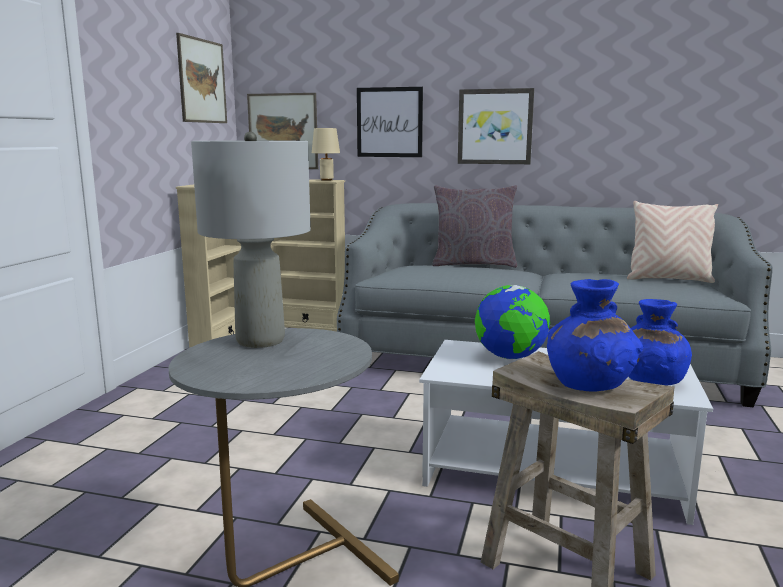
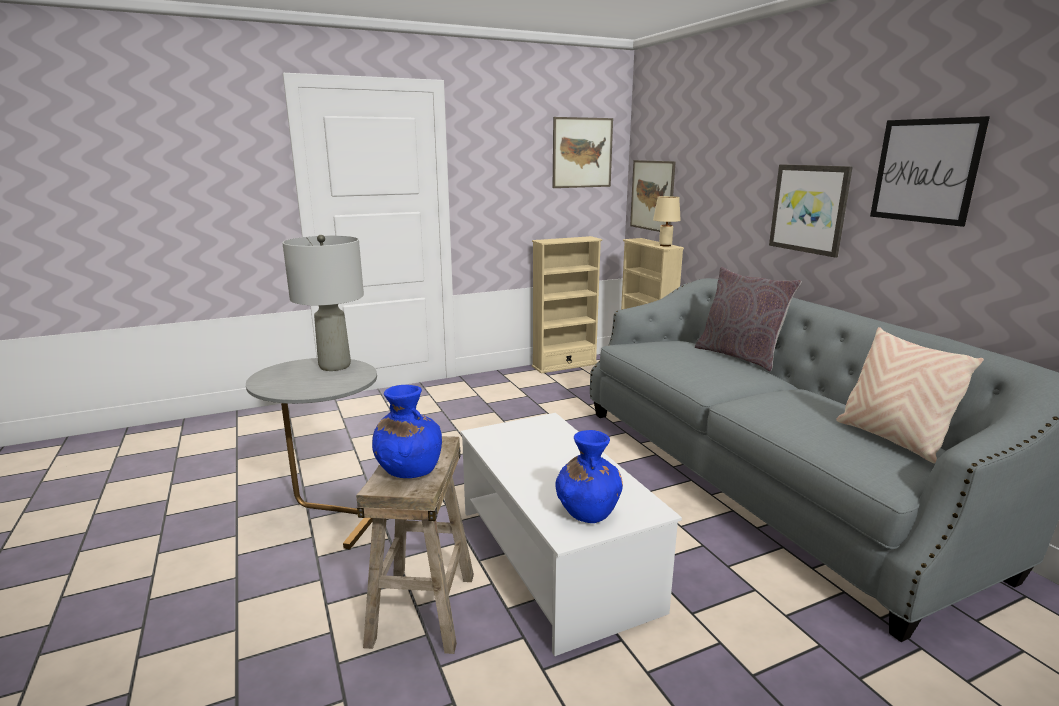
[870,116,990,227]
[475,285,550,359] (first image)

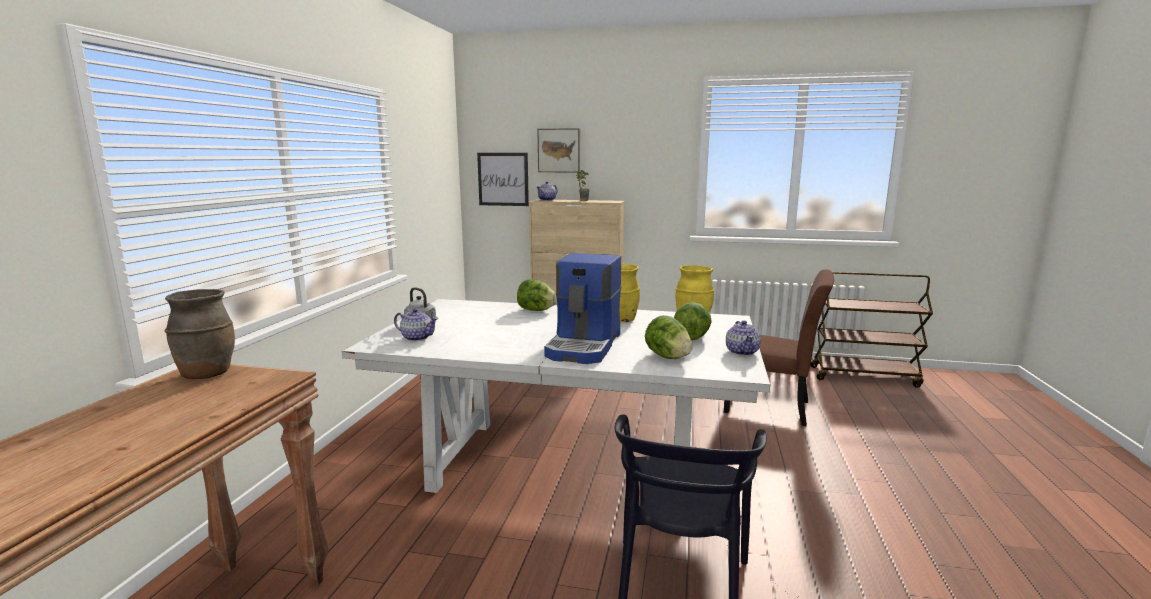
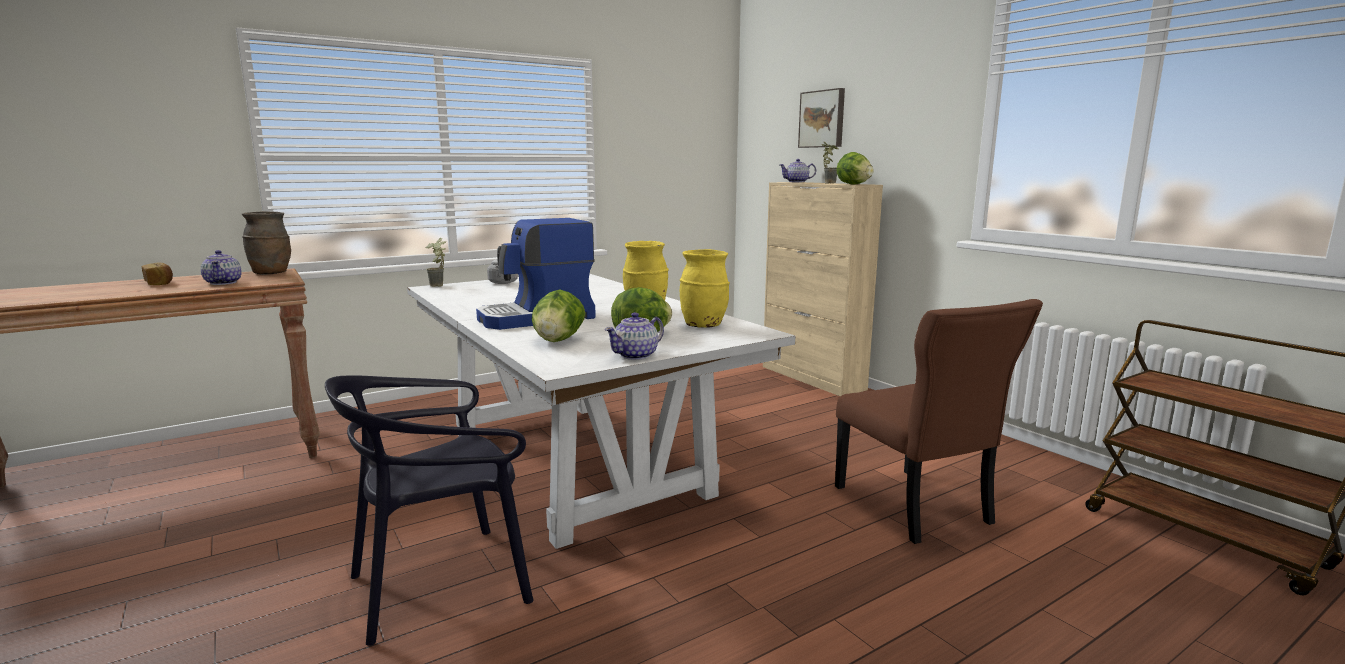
[201,250,241,285]
[477,153,529,206] (first image)
[836,152,874,184]
[142,263,173,285]
[426,238,446,287]

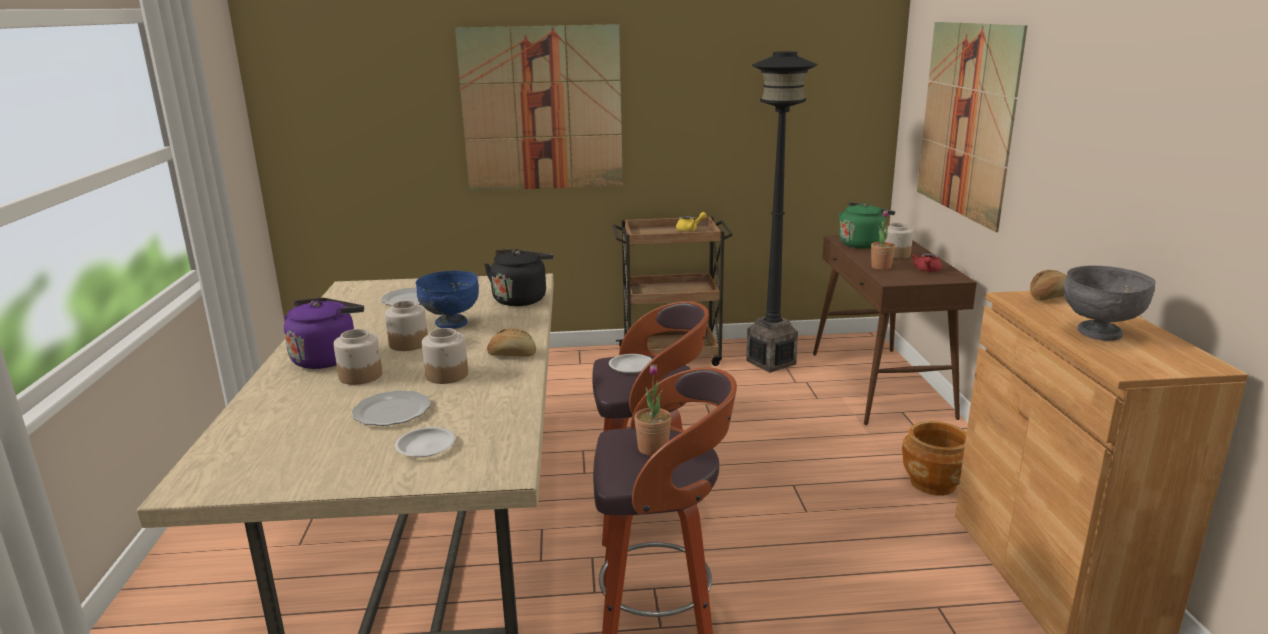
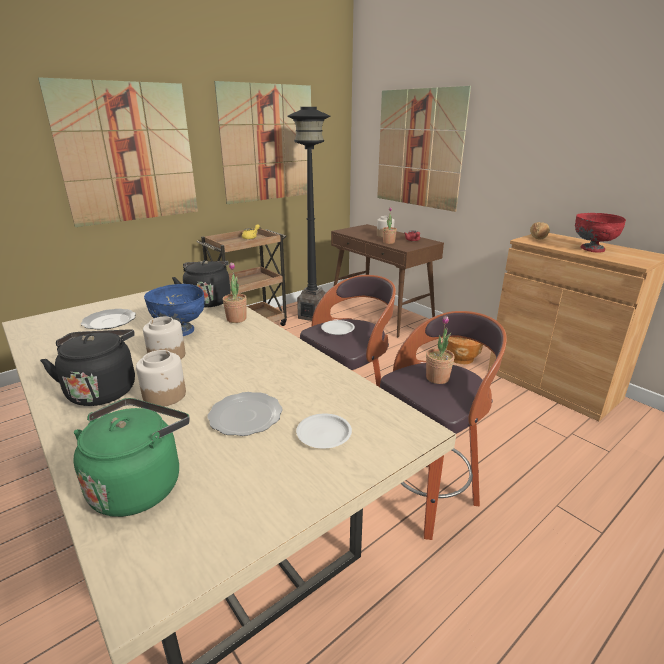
[40,329,135,406]
[422,328,468,384] (first image)
[487,328,536,357] (first image)
[73,398,190,517]
[575,213,626,252]
[214,81,311,204]
[223,262,247,323]

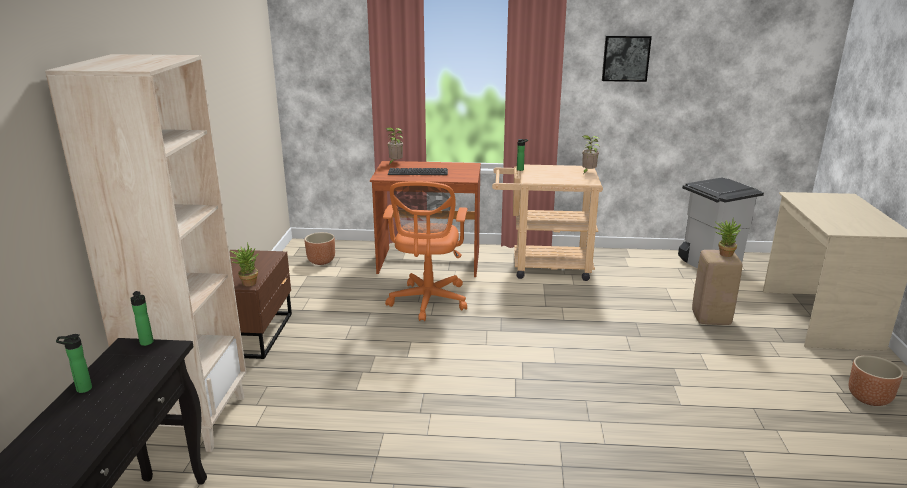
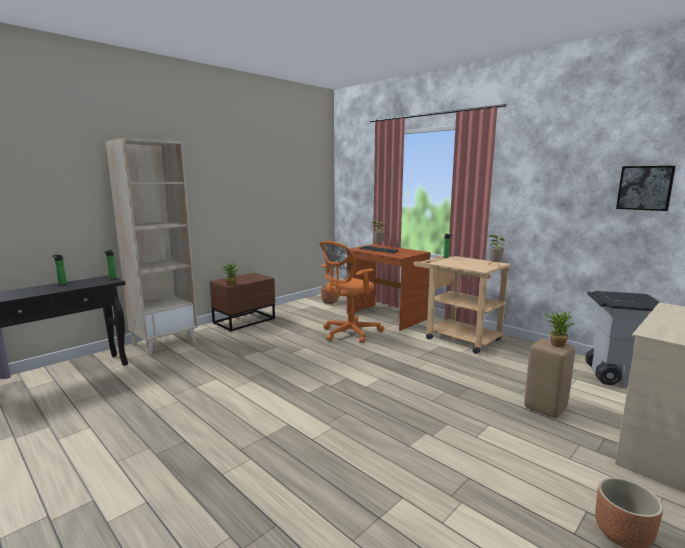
[616,166,676,211]

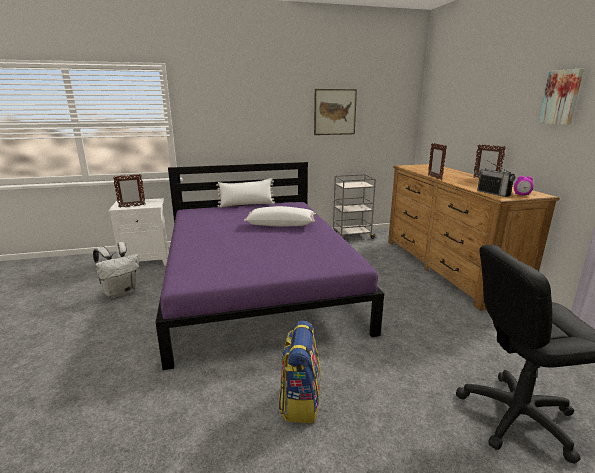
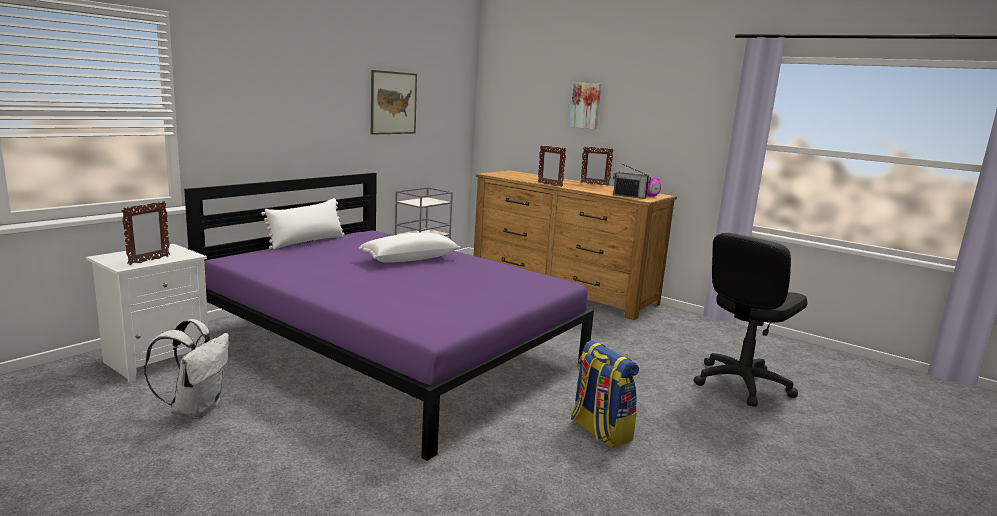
[569,82,601,129]

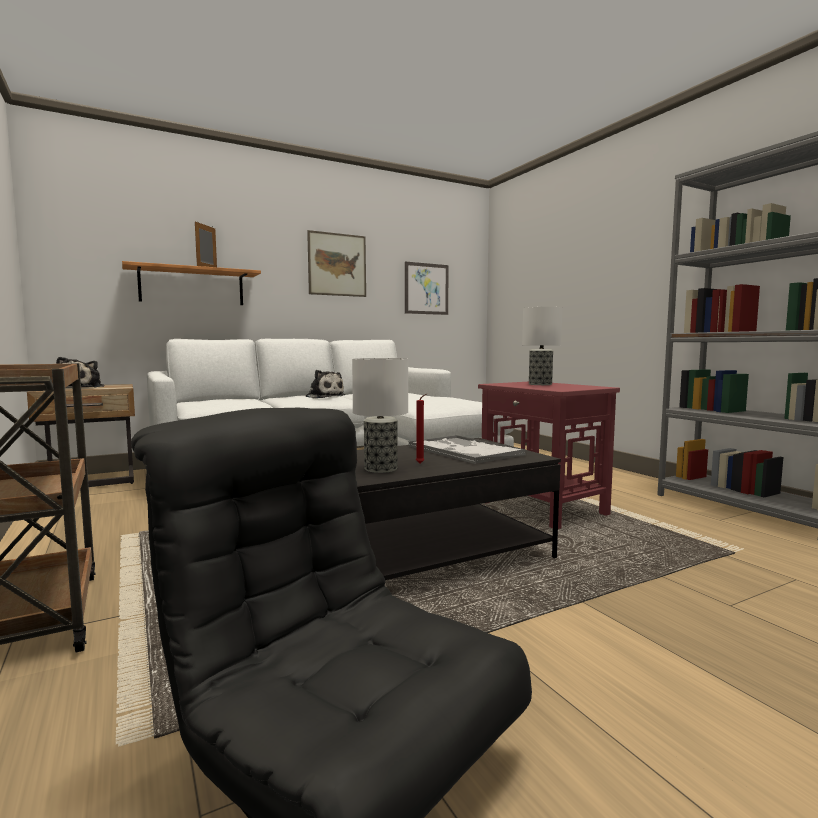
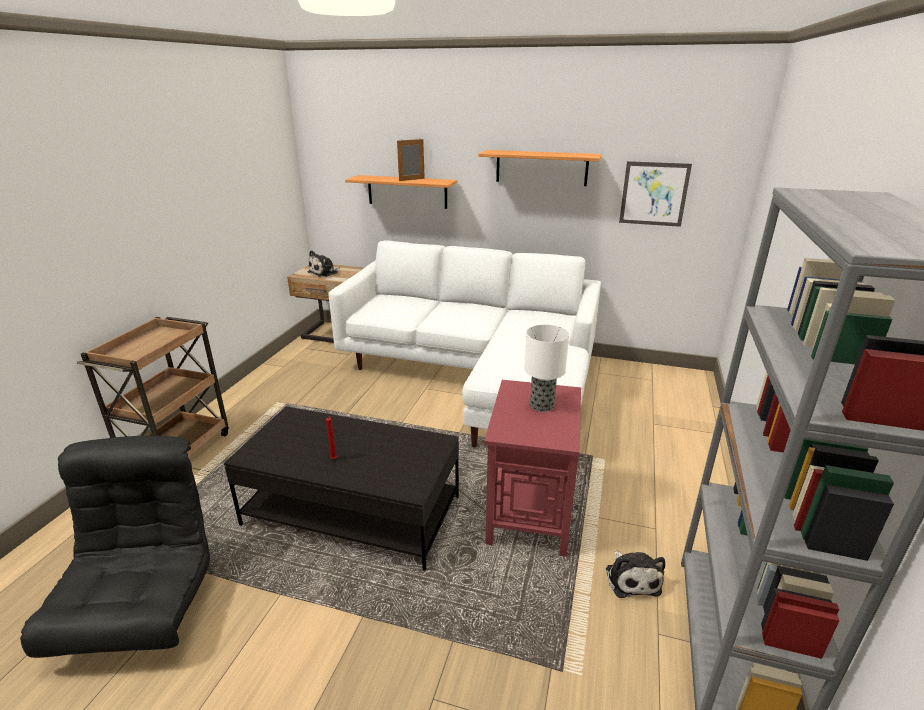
[606,550,665,598]
[478,150,602,186]
[352,358,408,473] (first image)
[408,435,526,464] (first image)

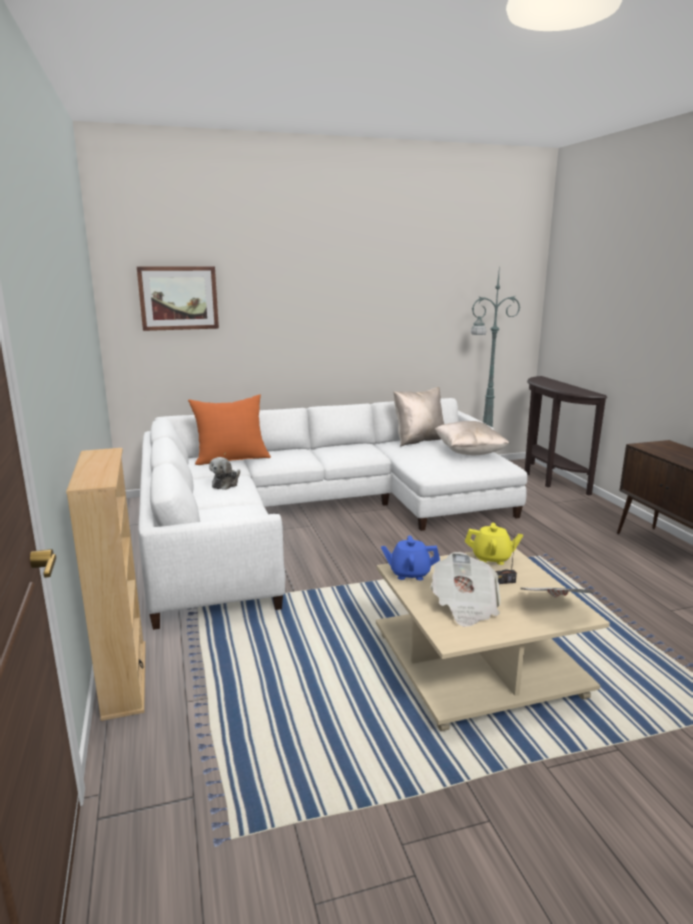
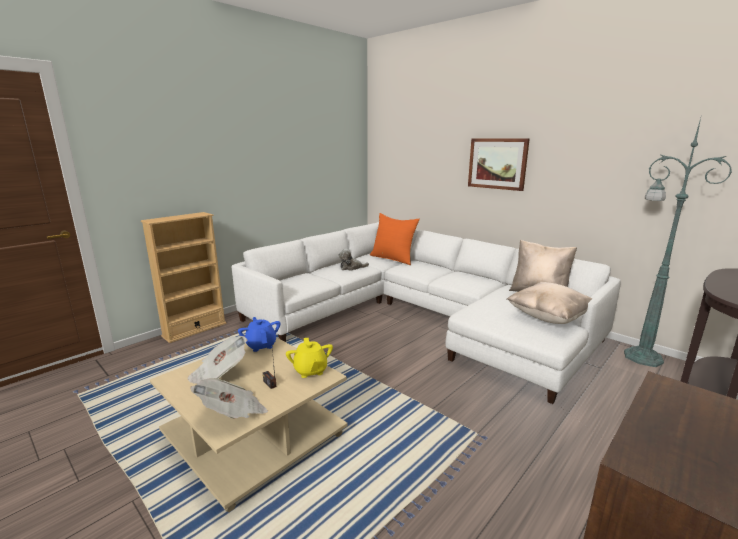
[468,138,530,191]

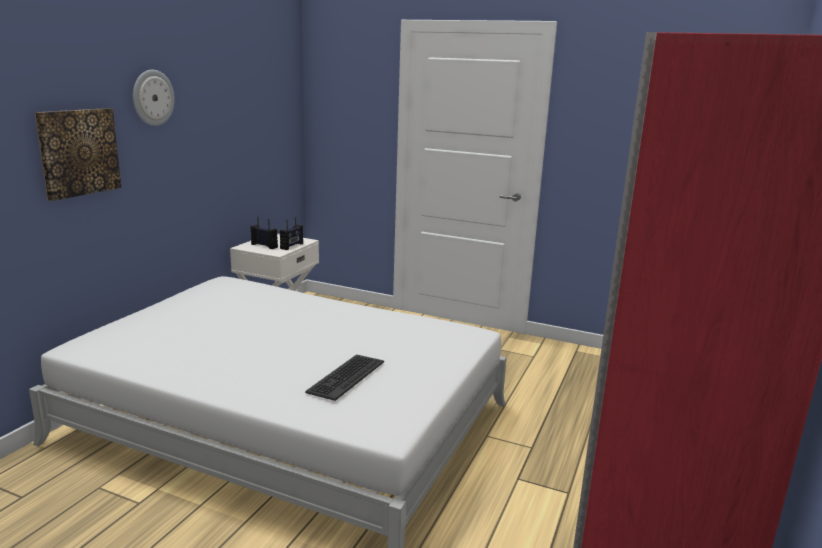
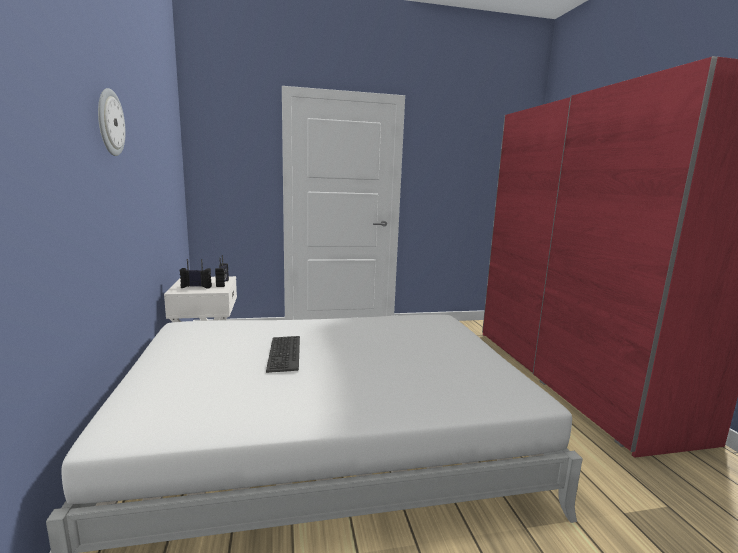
[35,108,121,201] (first image)
[266,336,300,373]

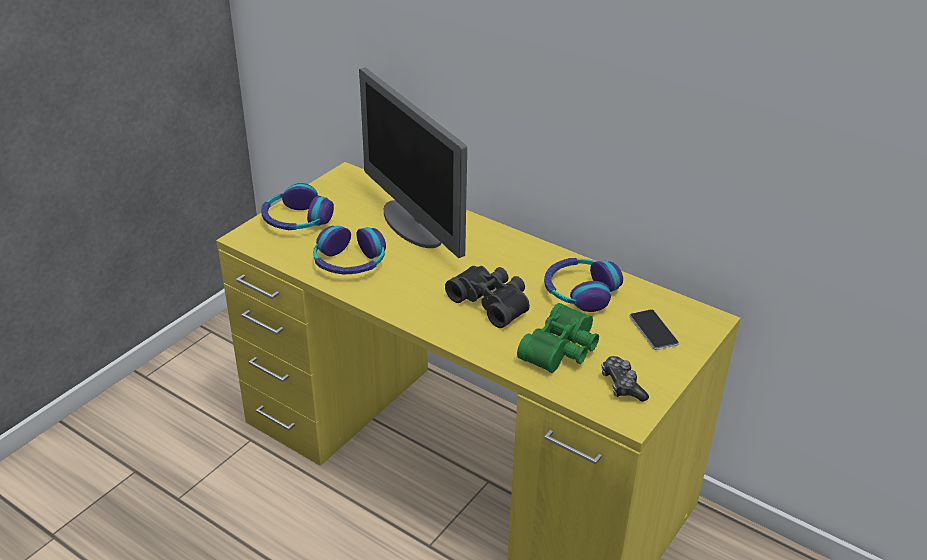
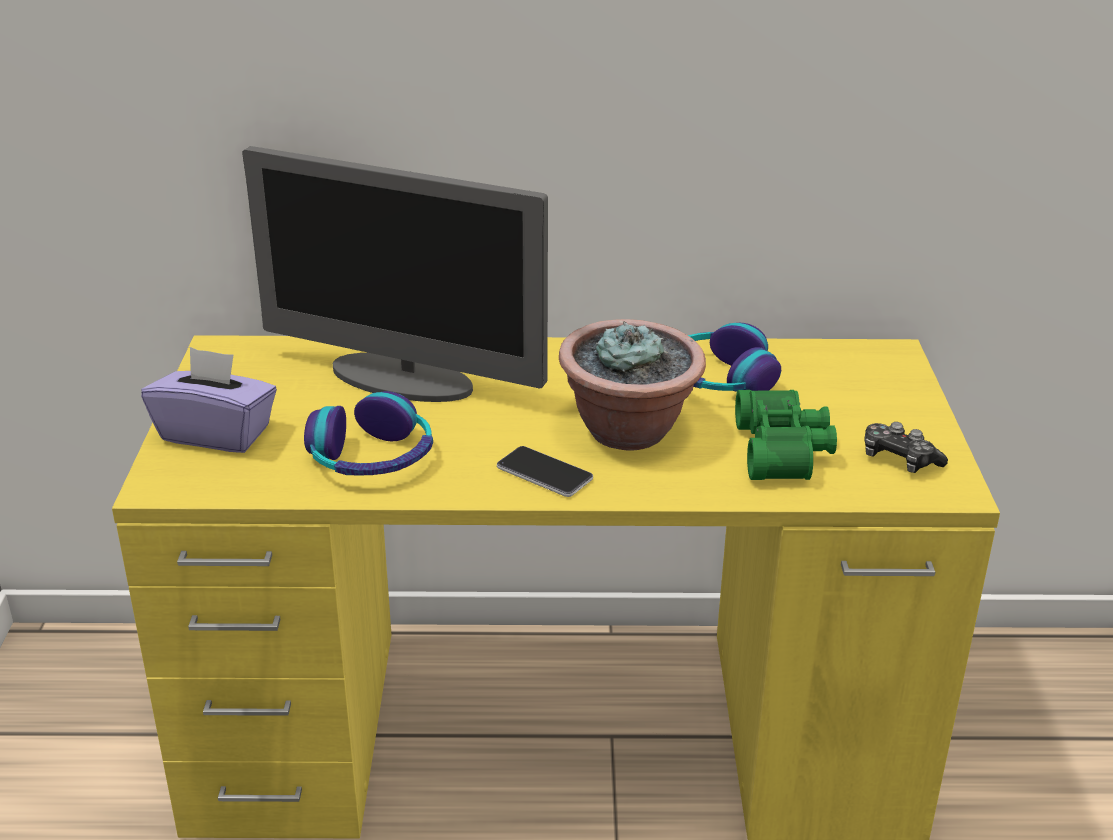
[141,347,277,453]
[559,319,706,451]
[497,446,593,497]

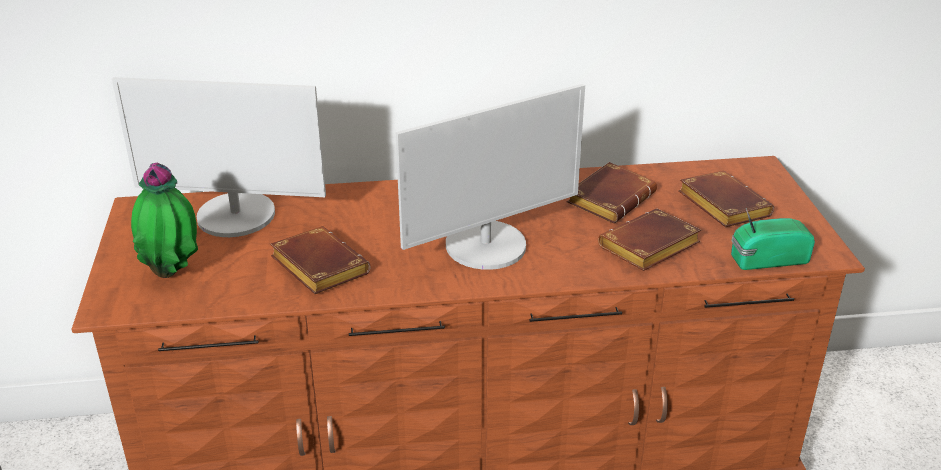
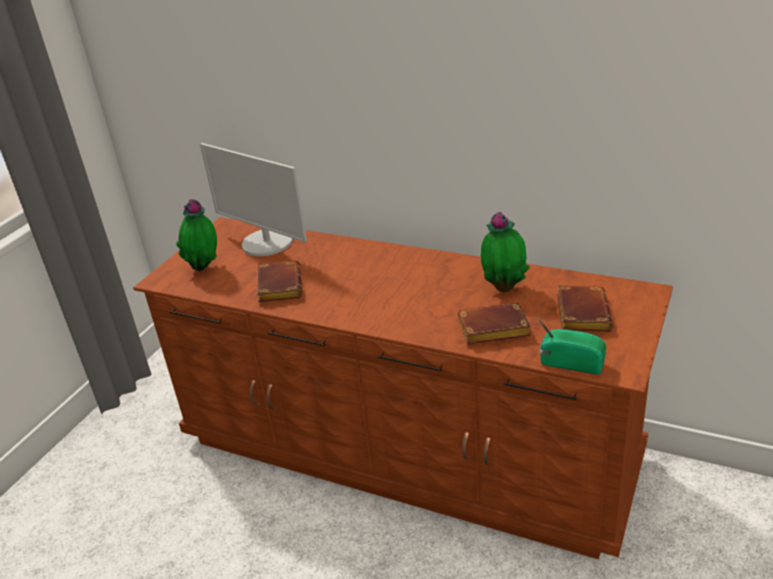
[396,84,585,270] (first image)
[481,212,530,292]

